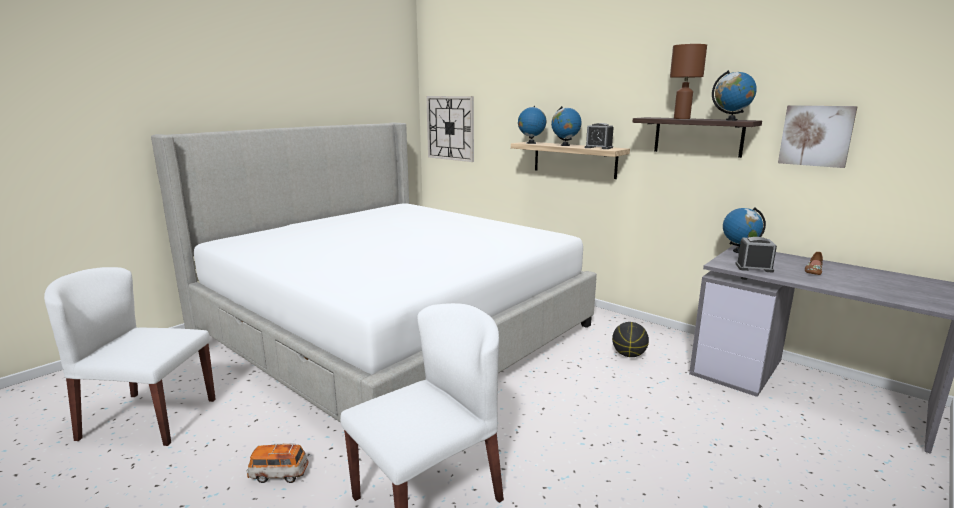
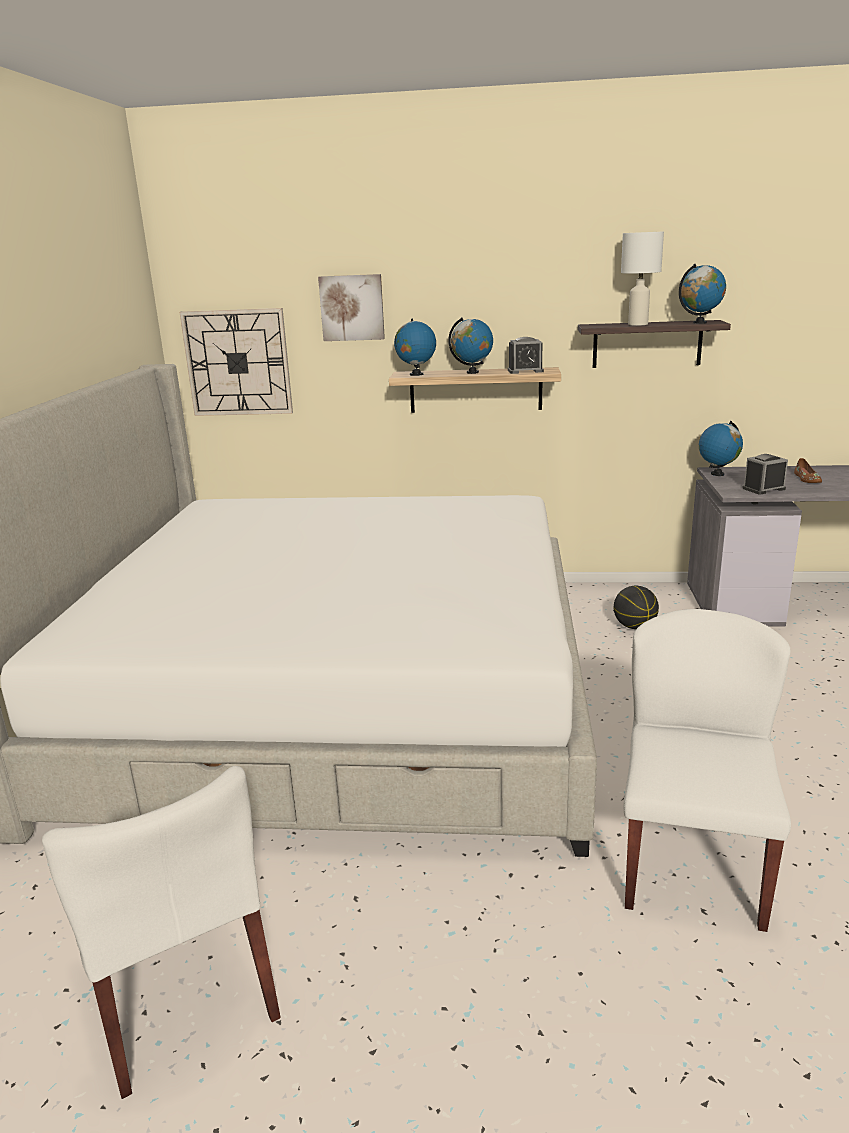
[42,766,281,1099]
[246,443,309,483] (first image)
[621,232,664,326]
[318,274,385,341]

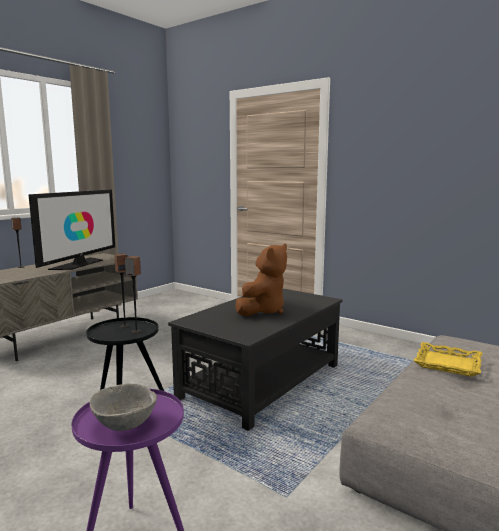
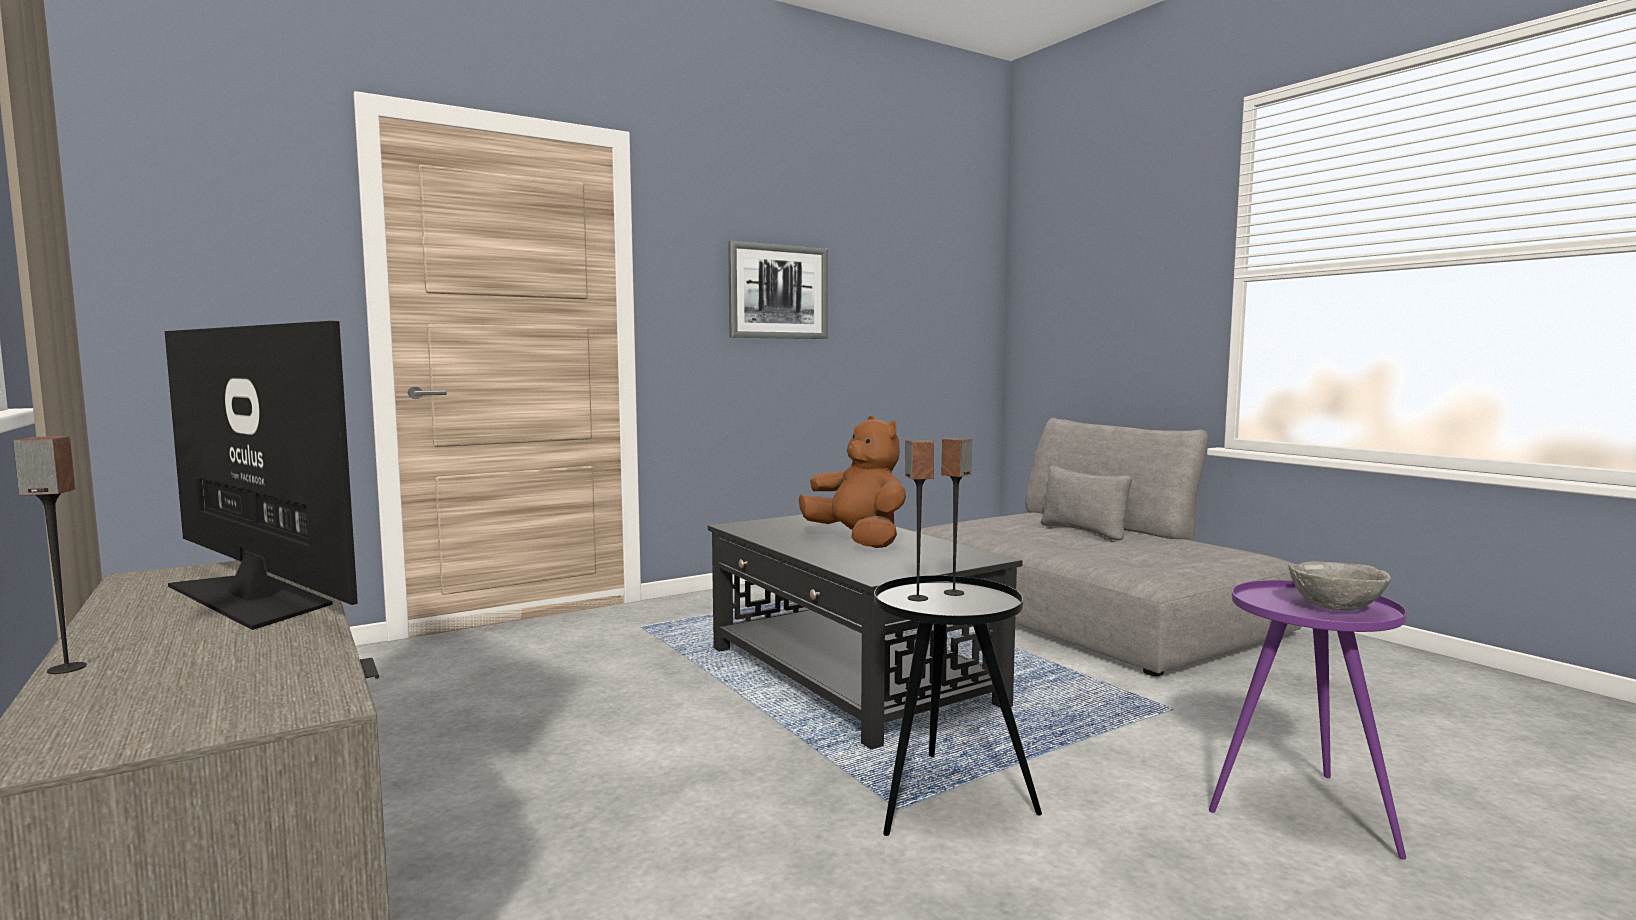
[414,342,482,377] (first image)
[728,241,828,339]

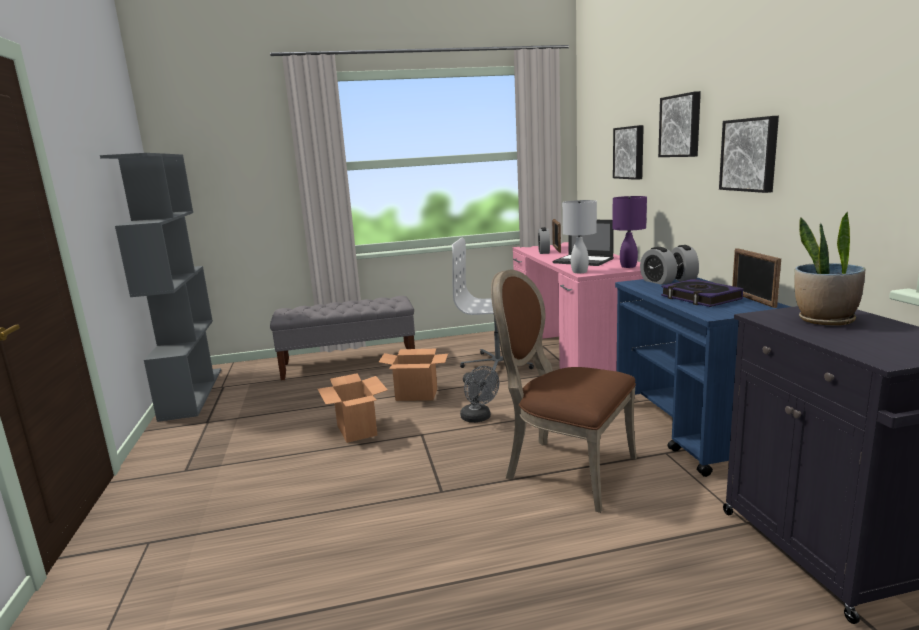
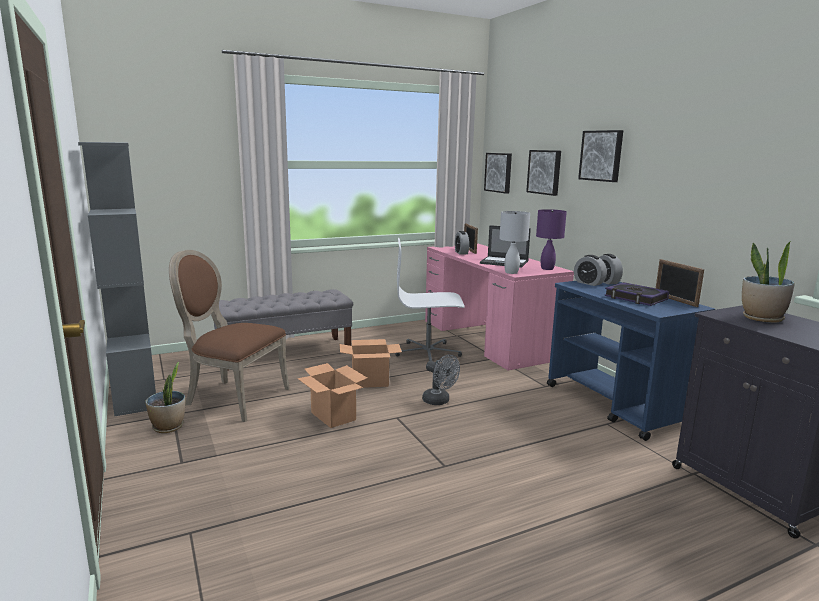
[169,250,290,422]
[484,153,512,194]
[145,362,185,433]

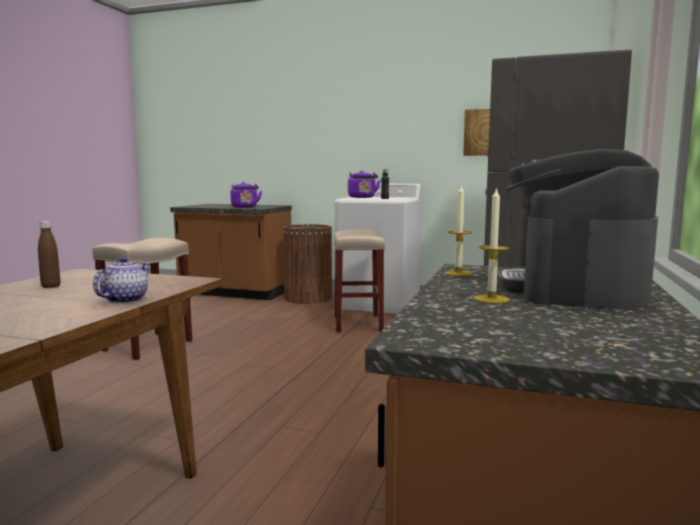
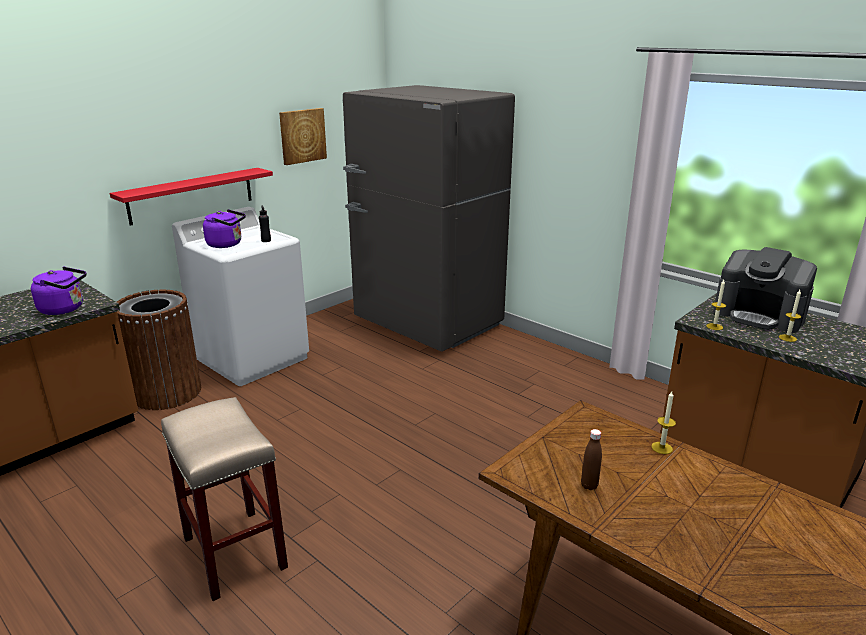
[651,391,676,454]
[334,229,385,332] (first image)
[110,168,273,226]

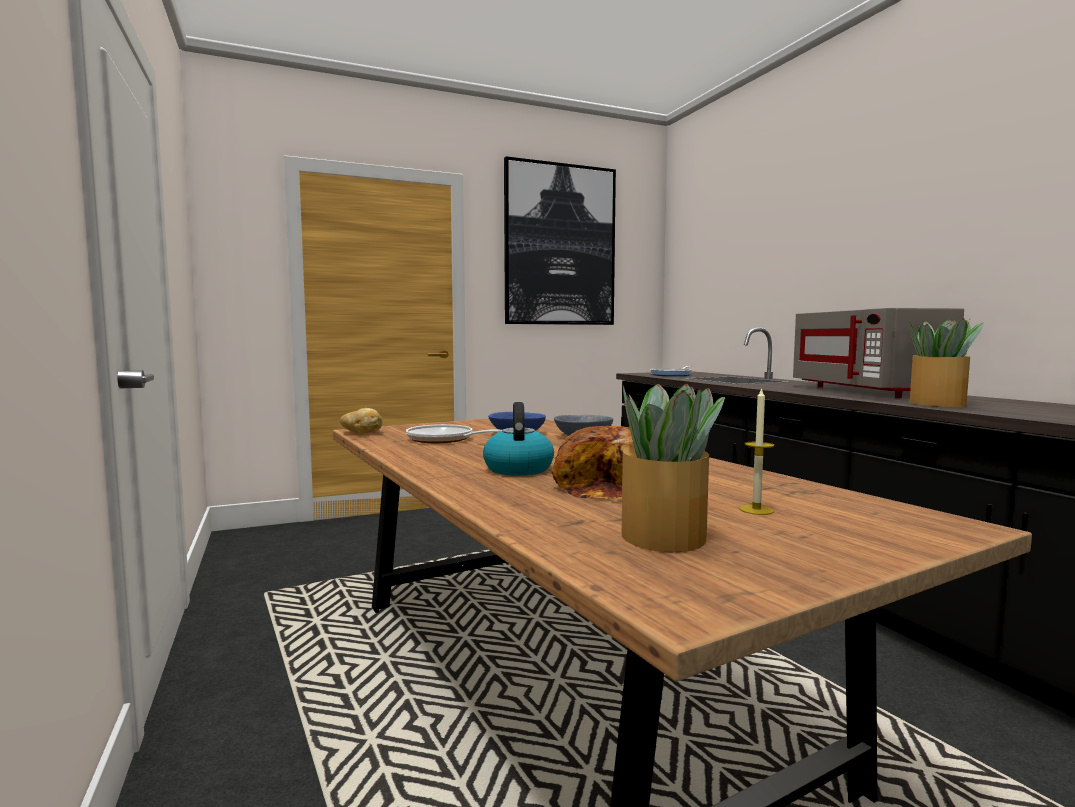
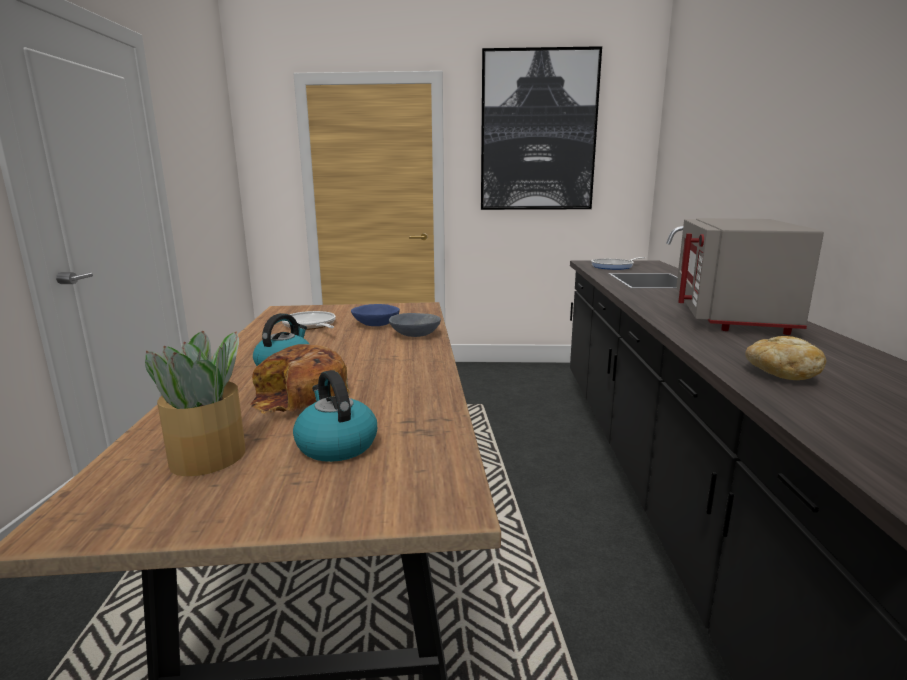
[745,336,826,380]
[293,370,377,462]
[908,318,984,407] (first image)

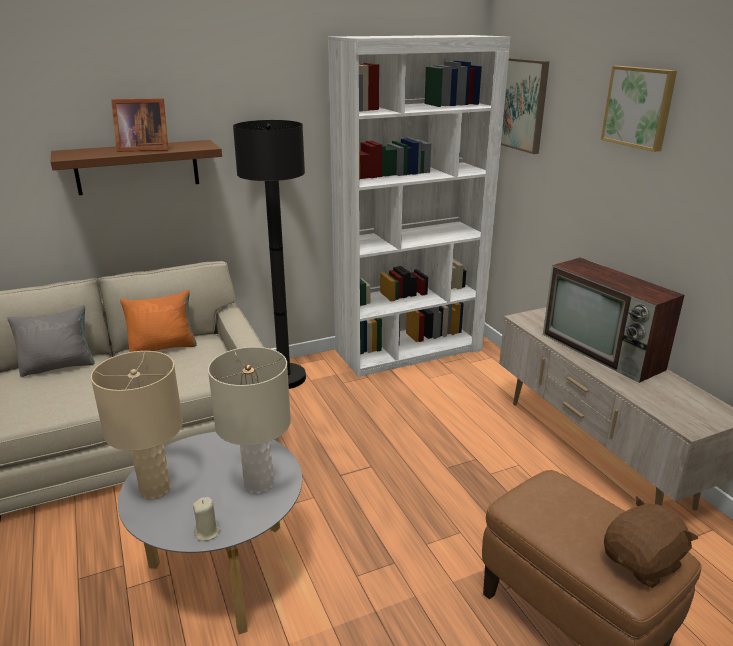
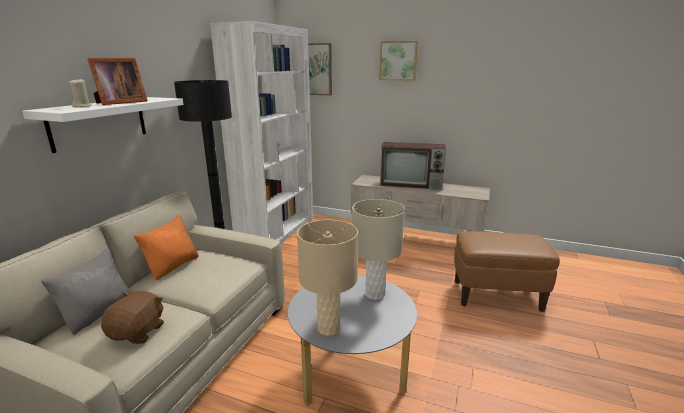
[22,97,183,153]
[69,79,92,107]
[101,291,164,344]

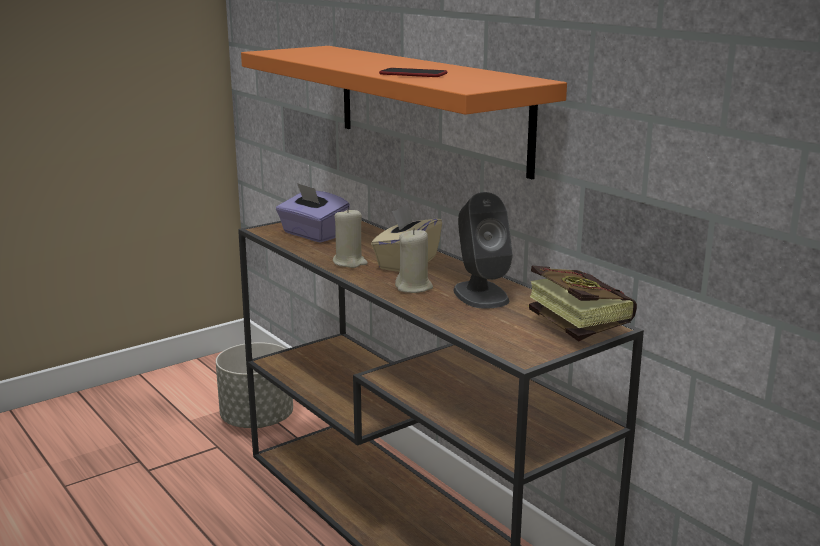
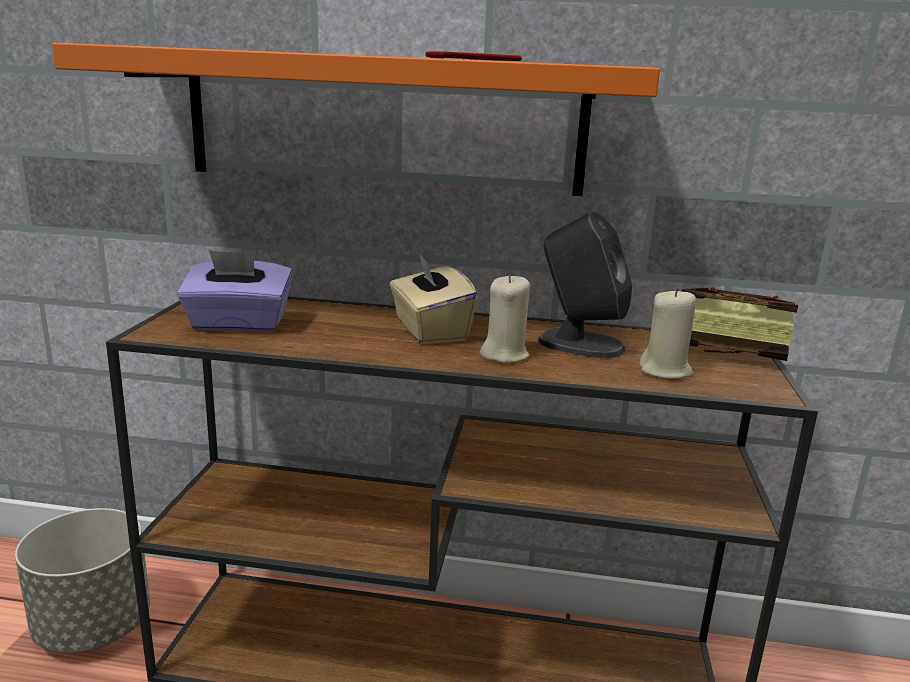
[639,288,696,379]

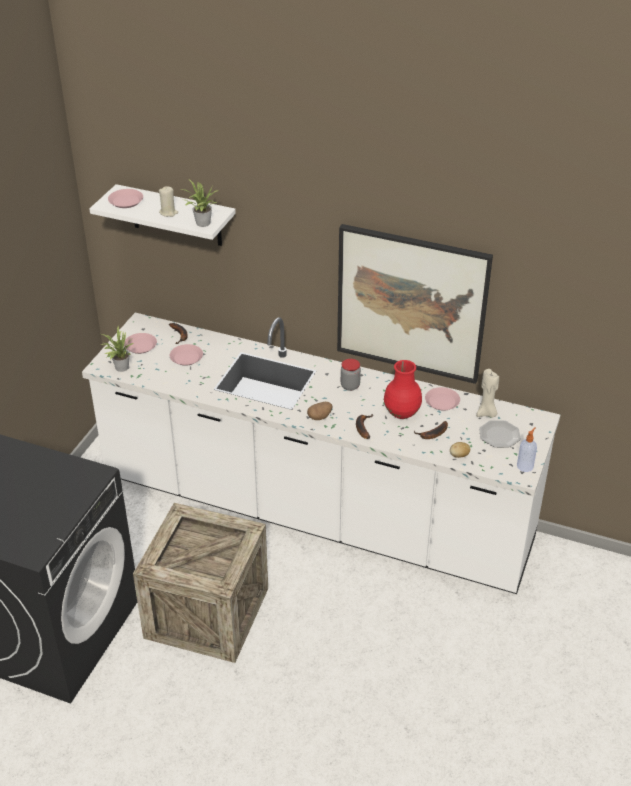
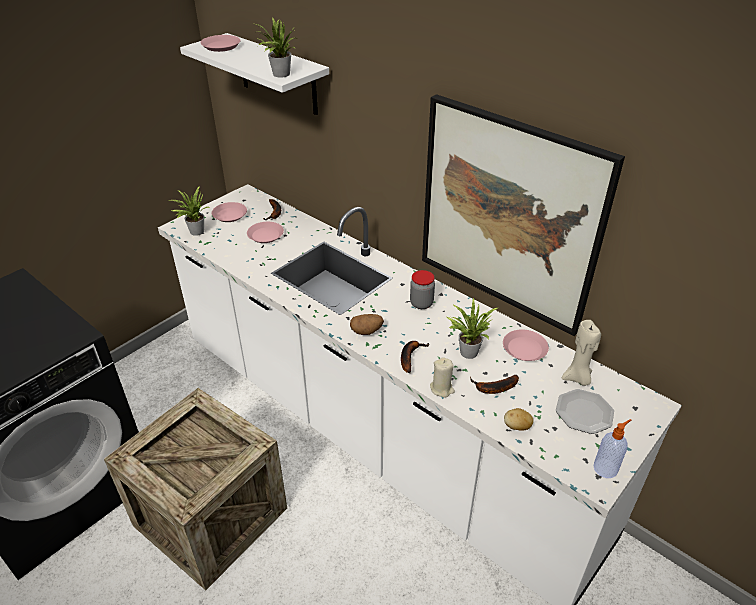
[430,357,455,398]
[447,298,499,359]

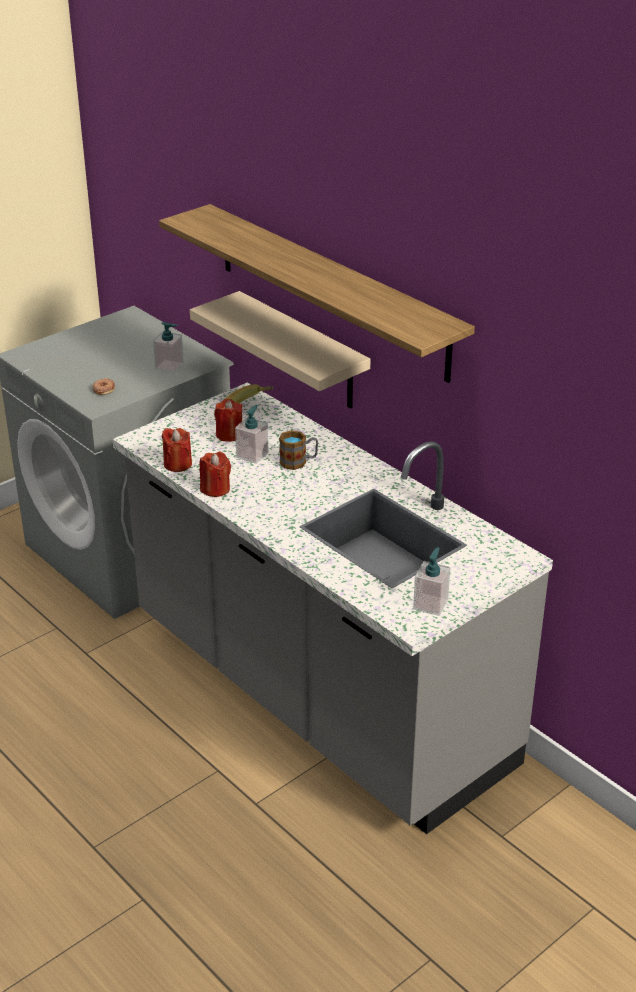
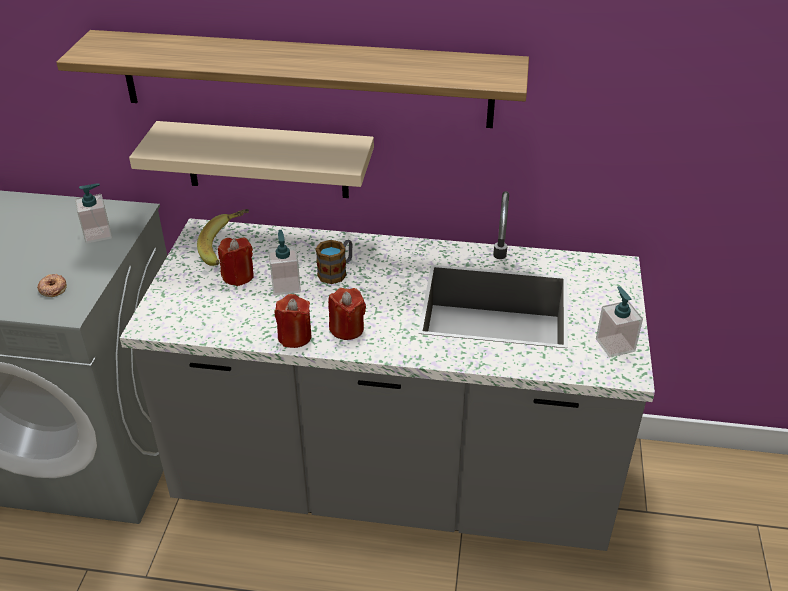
[328,288,366,340]

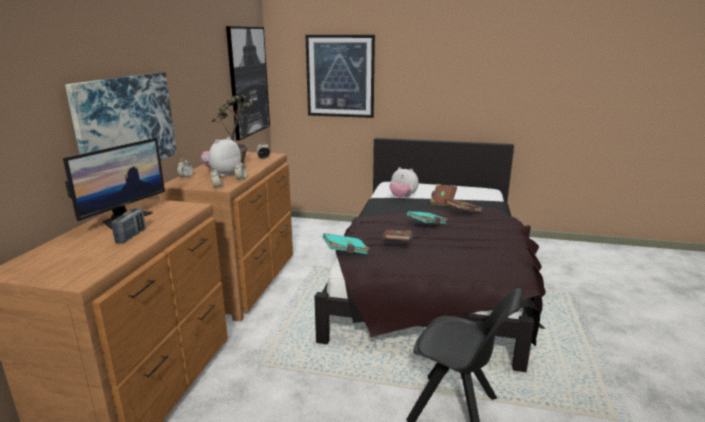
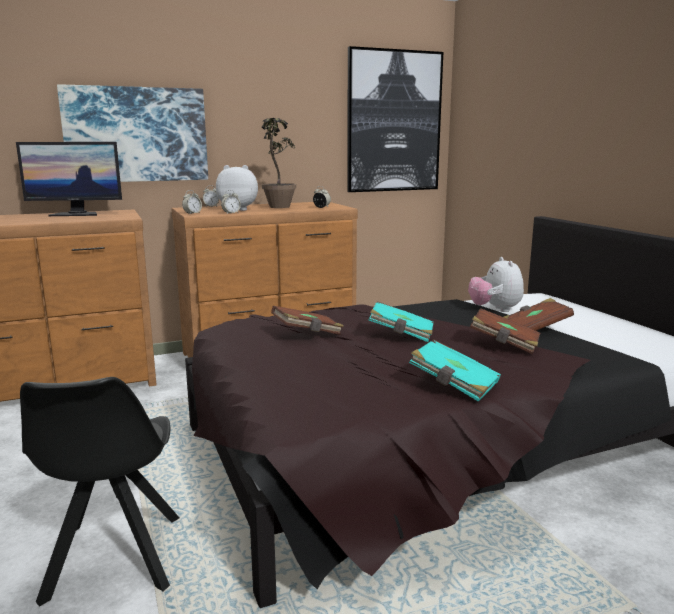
[112,208,145,243] (first image)
[305,35,375,118] (first image)
[409,339,501,401]

